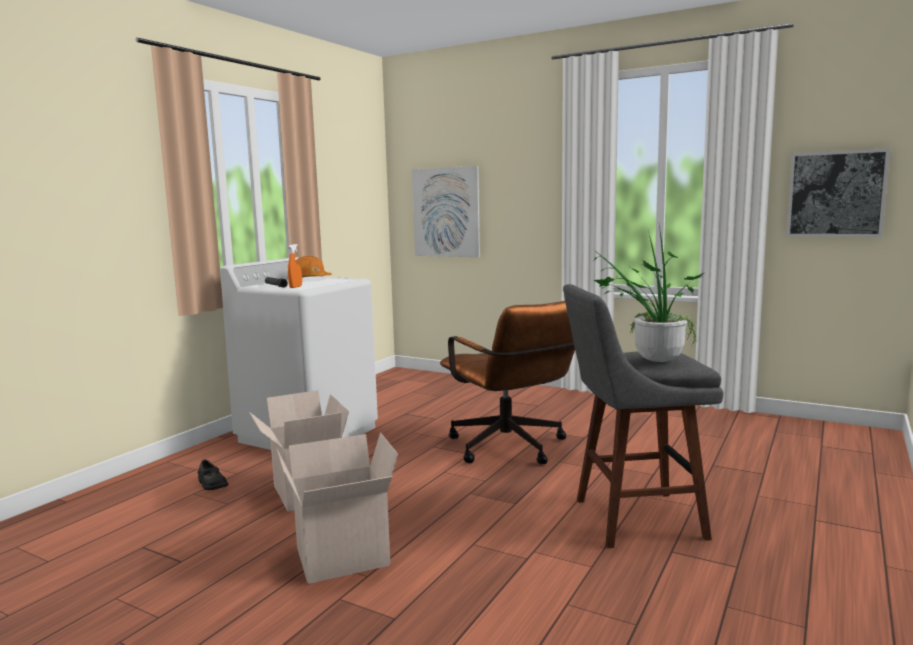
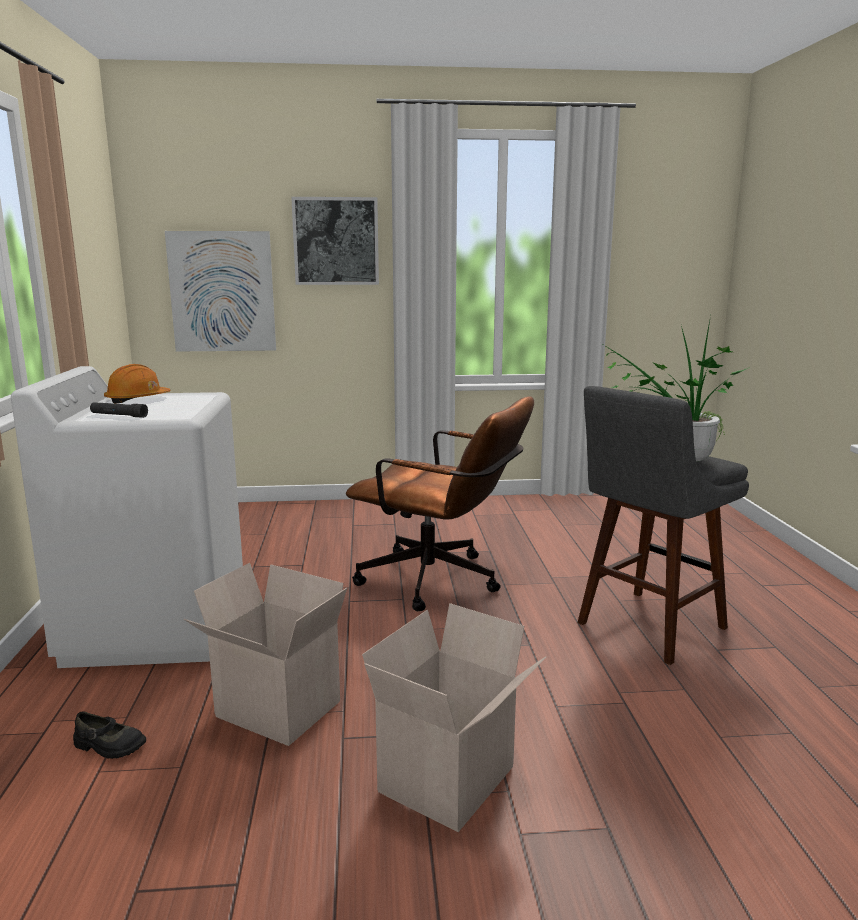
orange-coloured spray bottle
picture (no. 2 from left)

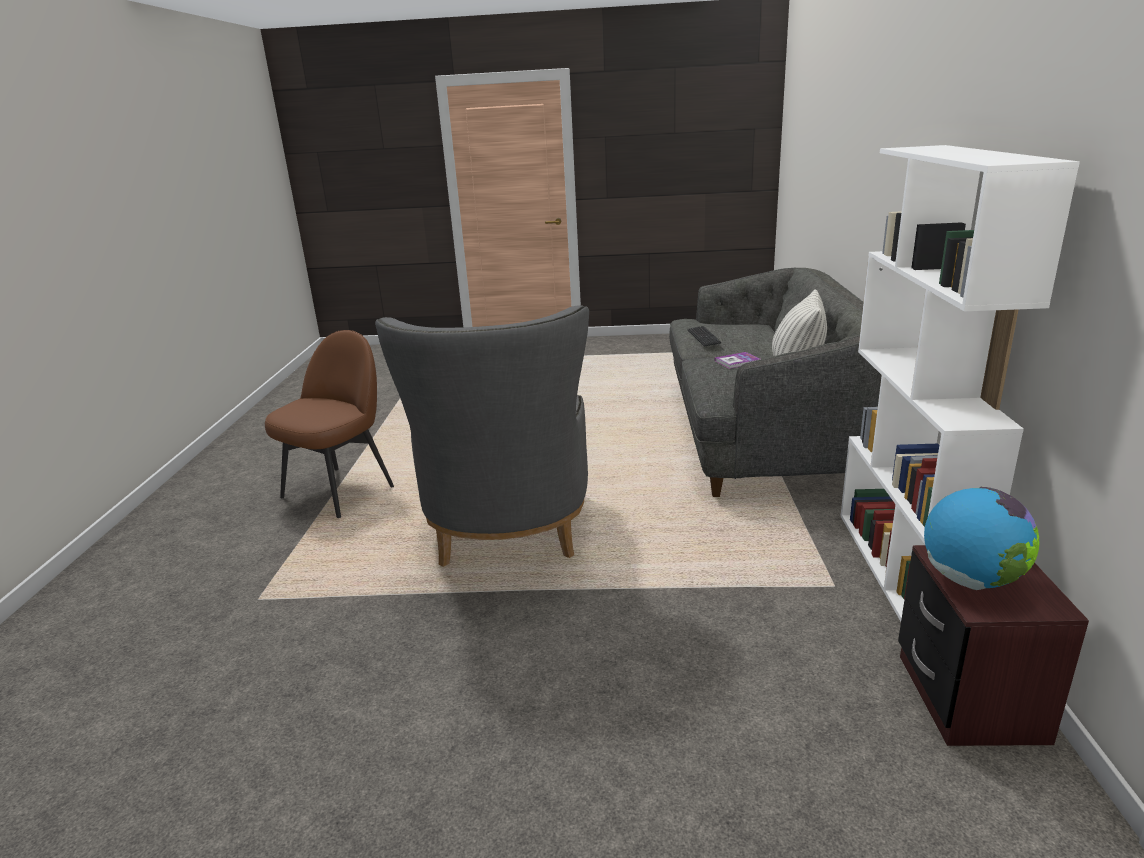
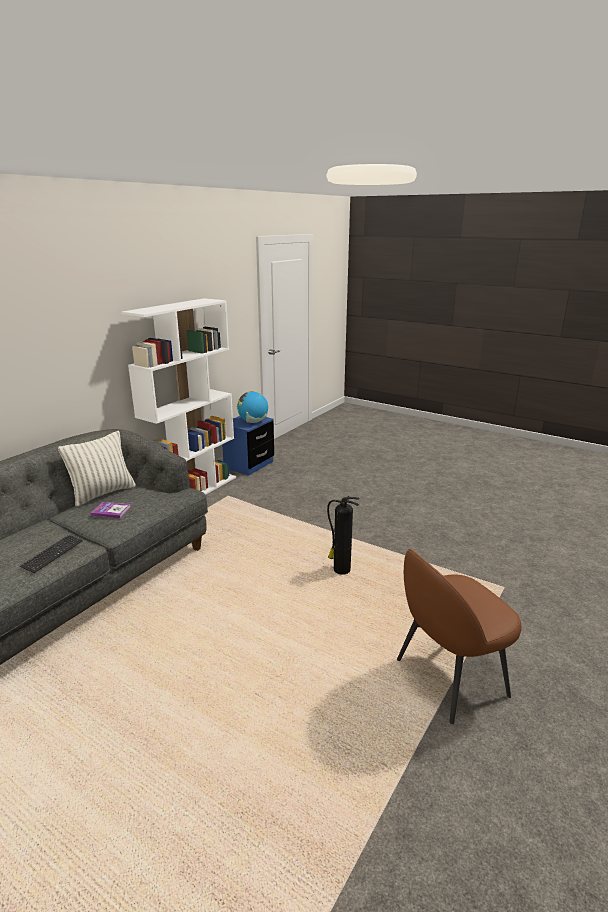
fire extinguisher
bluish night table

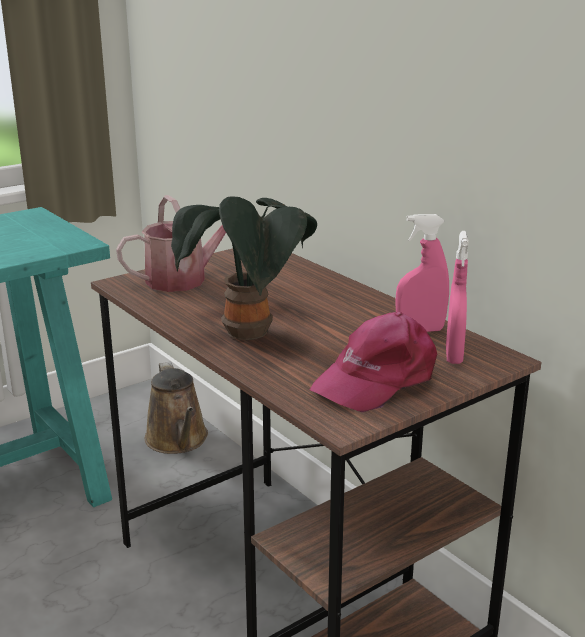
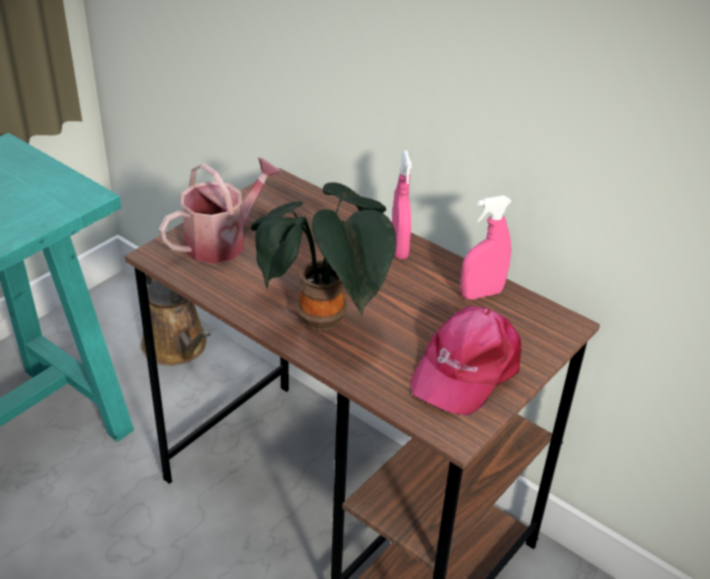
pink spray bottle (no. 1 from left)

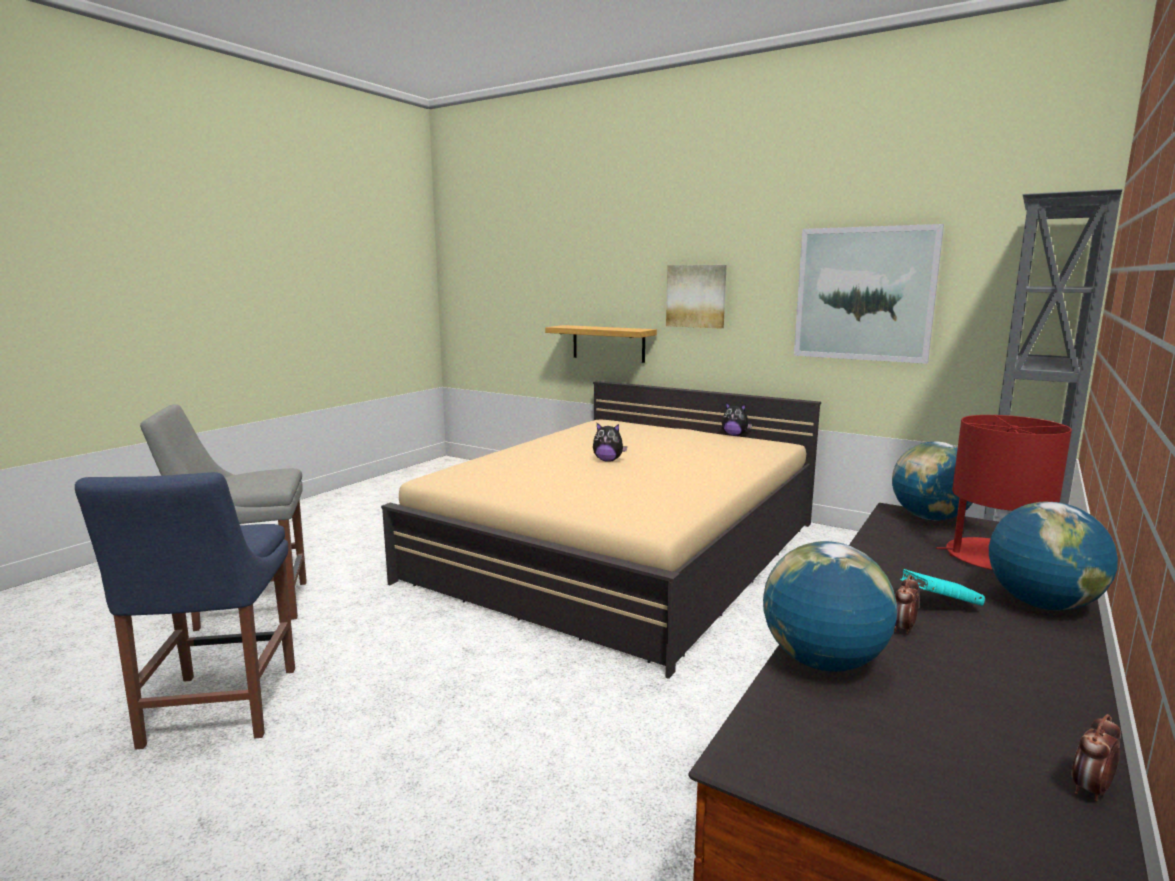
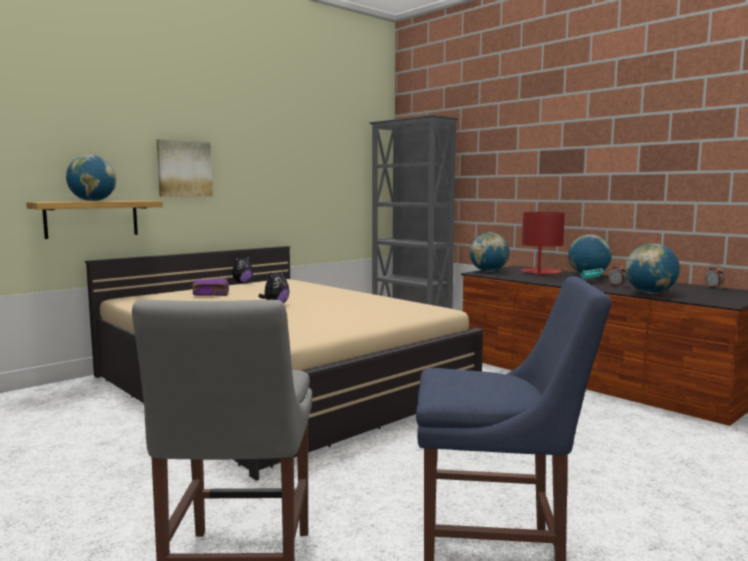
picture (no. 2 from left in the first image)
globe (no. 1 from left)
purplish bound book

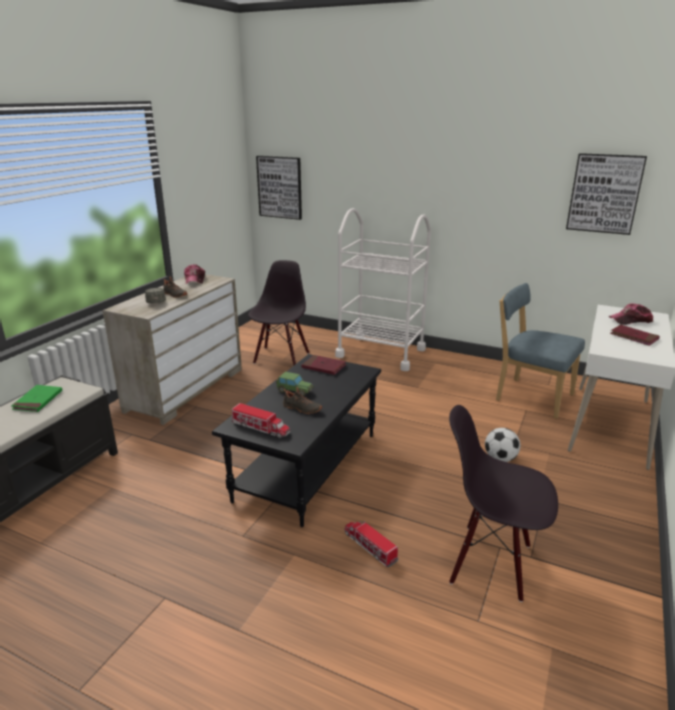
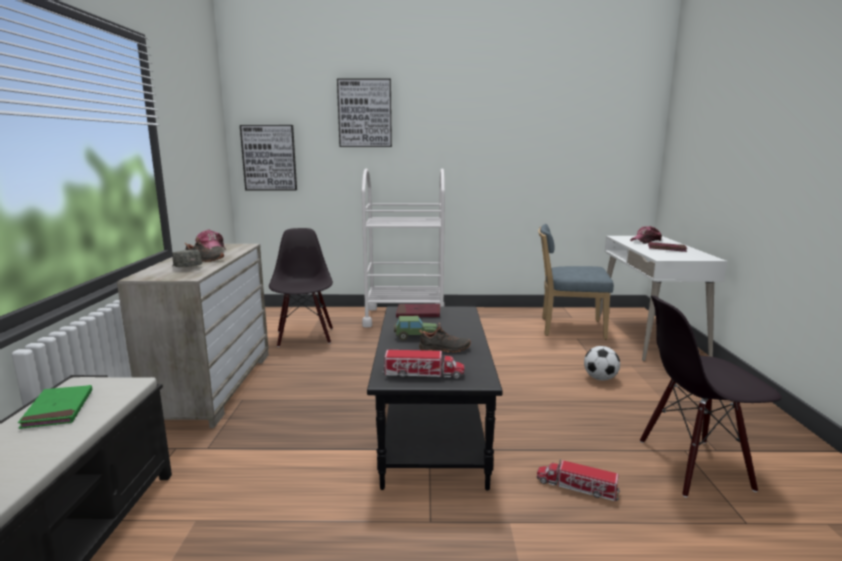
picture (no. 2 from left)

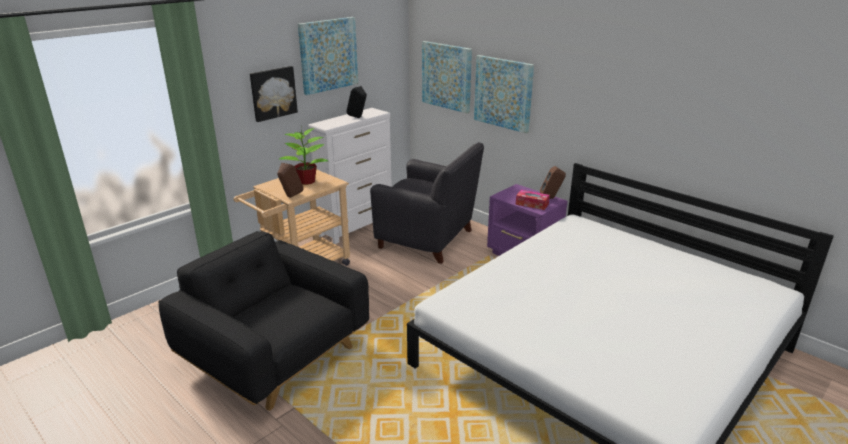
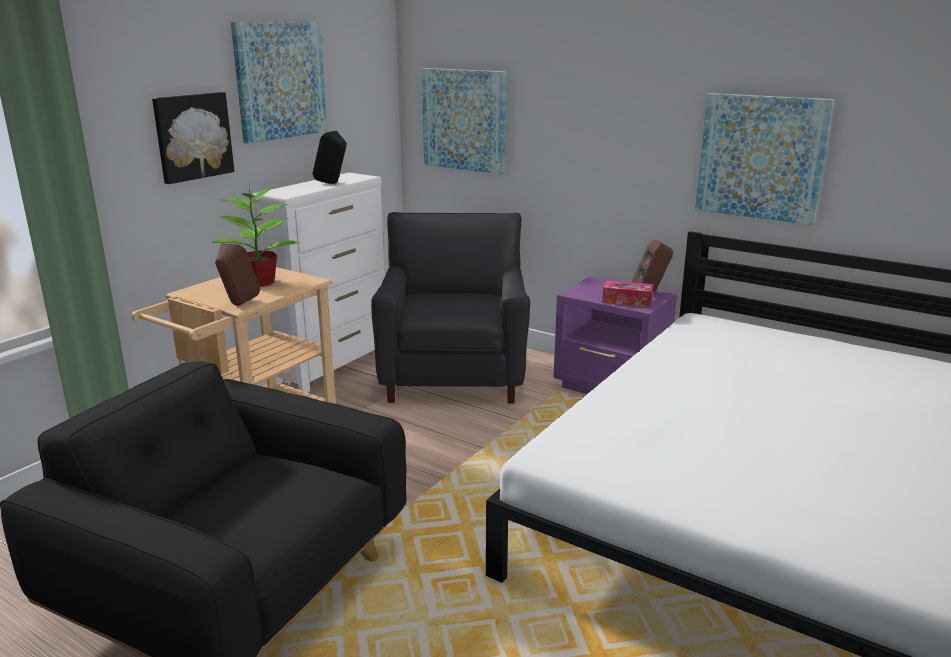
blackish easy chair (no. 2 from left)
picture (no. 4 from left)

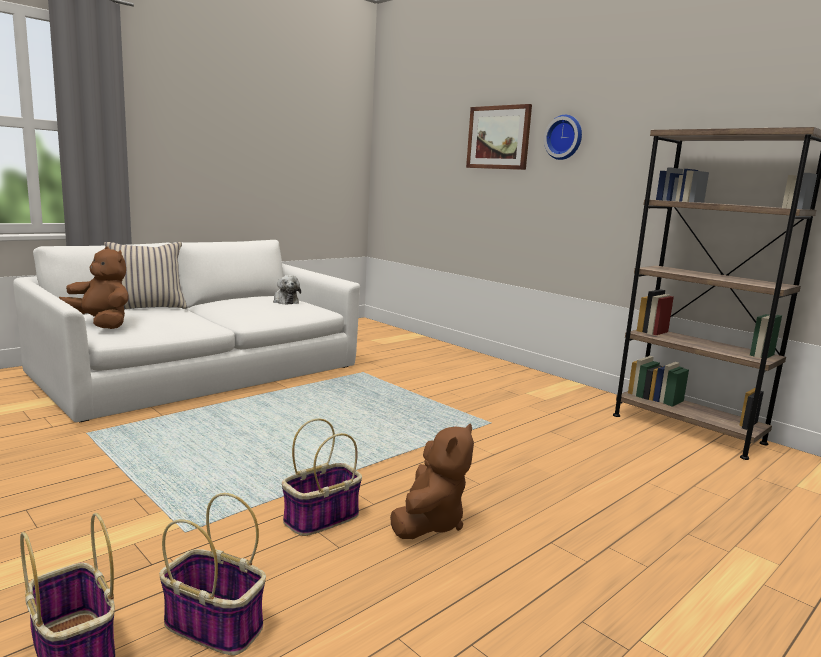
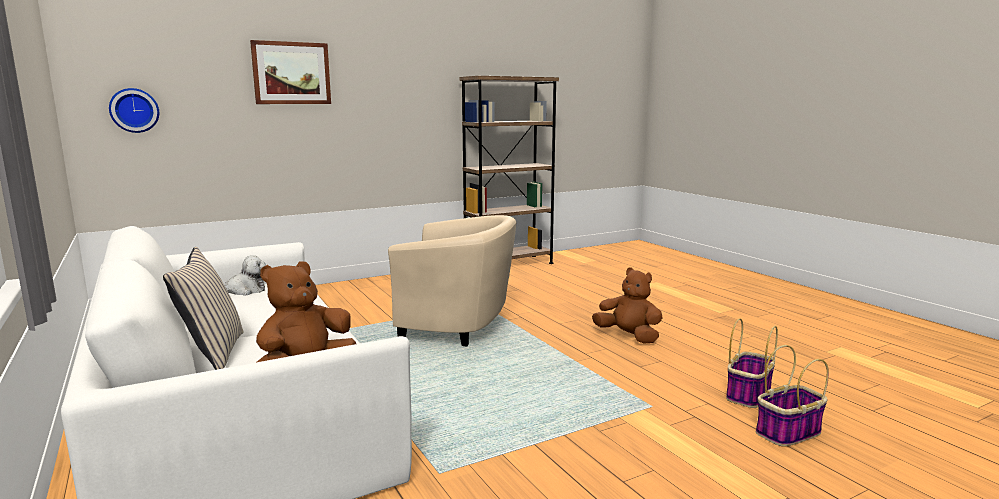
basket (no. 3 from left in the first image)
wall clock
beige-coloured easy chair

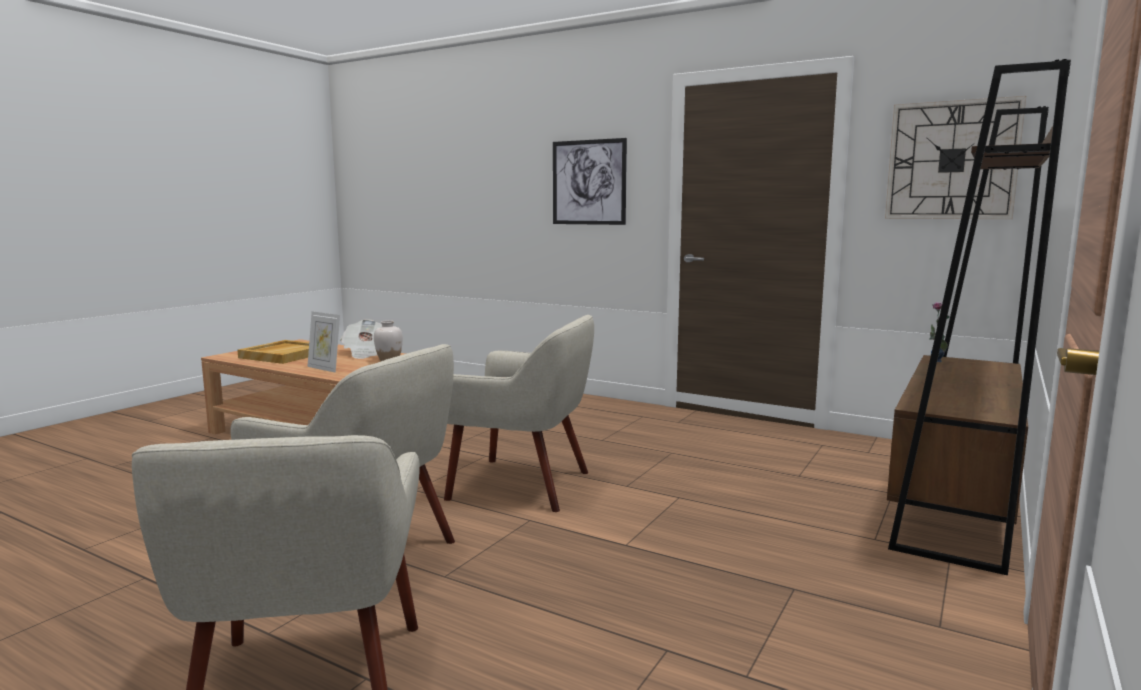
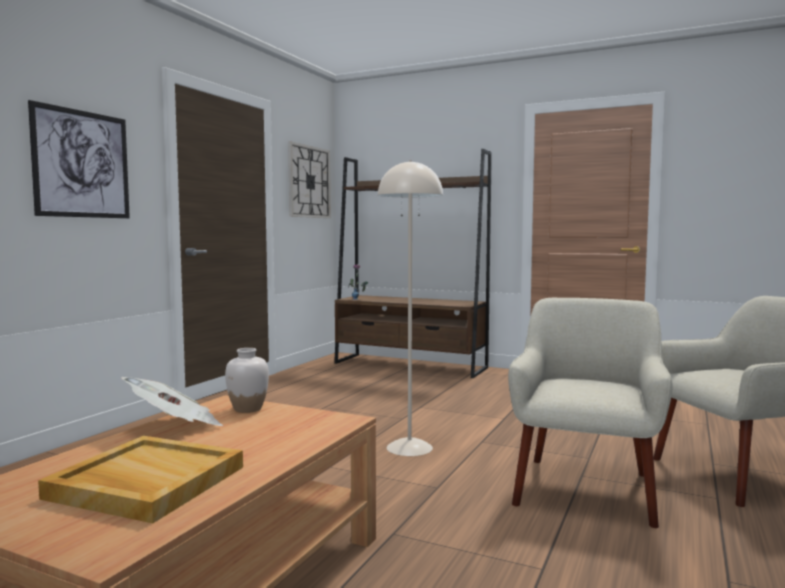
picture frame
beige-coloured standard lamp

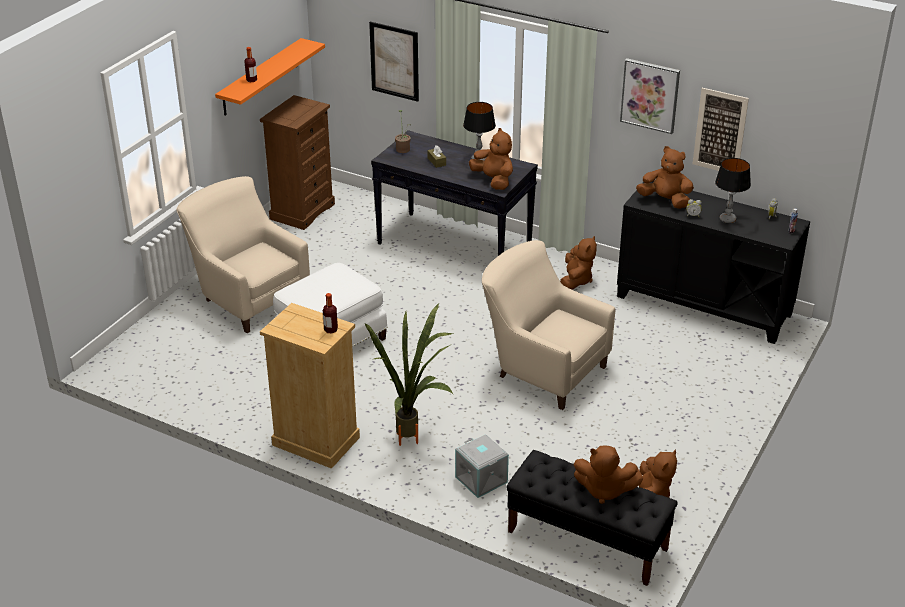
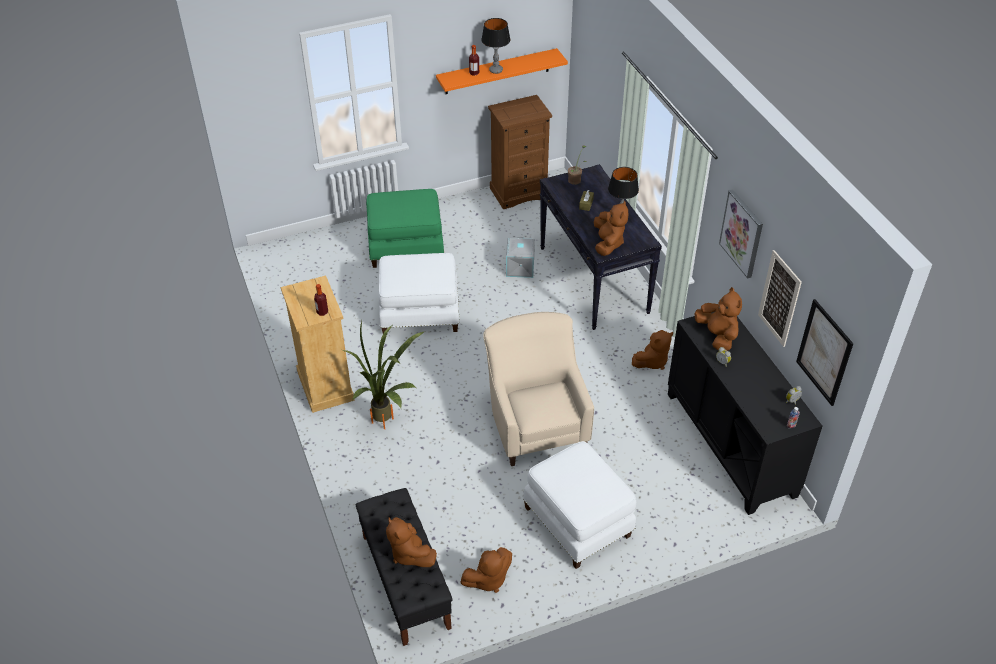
green-coloured ottoman
picture (no. 3 from left)
gray storage box
lamp for a table (no. 1 from left)
white-coloured ottoman (no. 2 from left)

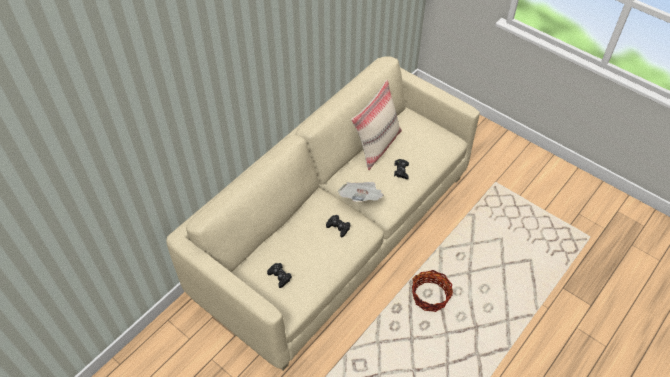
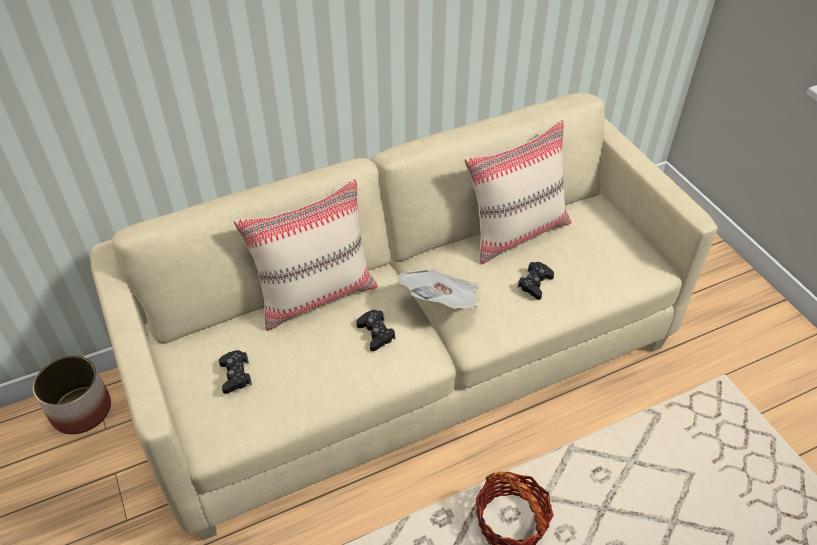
flower pot
beige-coloured pillow (no. 1 from left)

